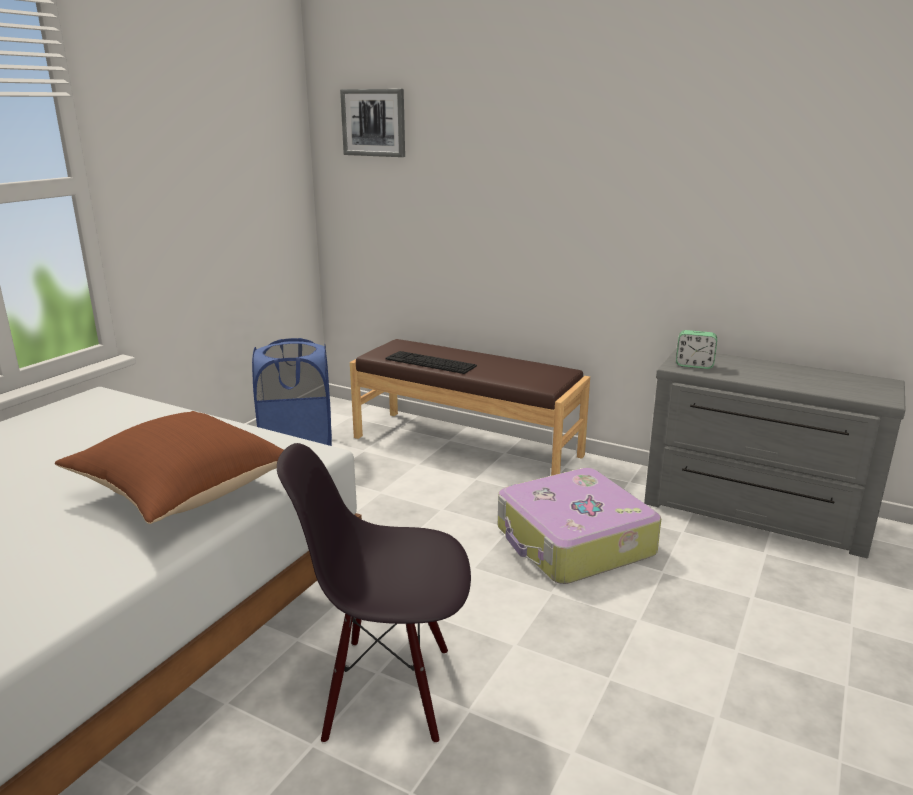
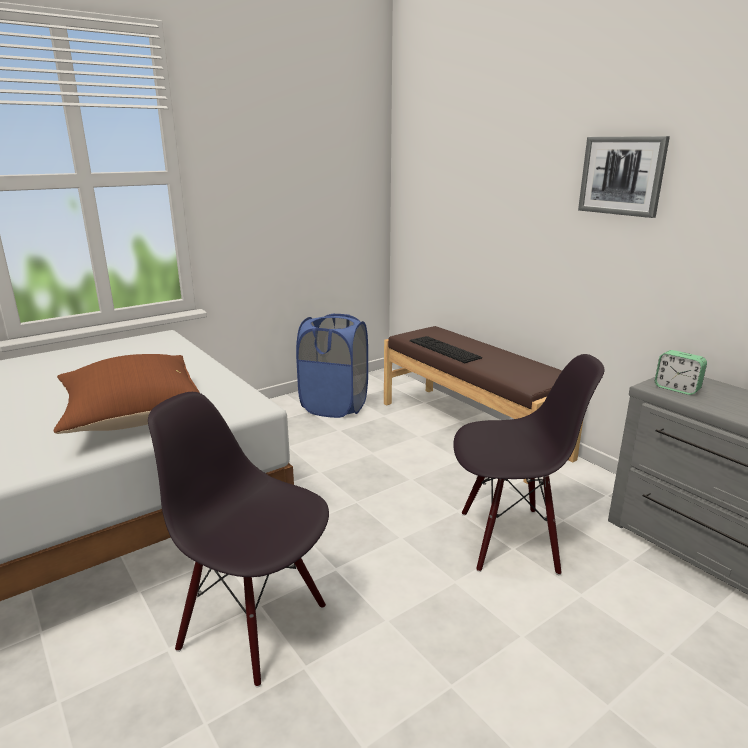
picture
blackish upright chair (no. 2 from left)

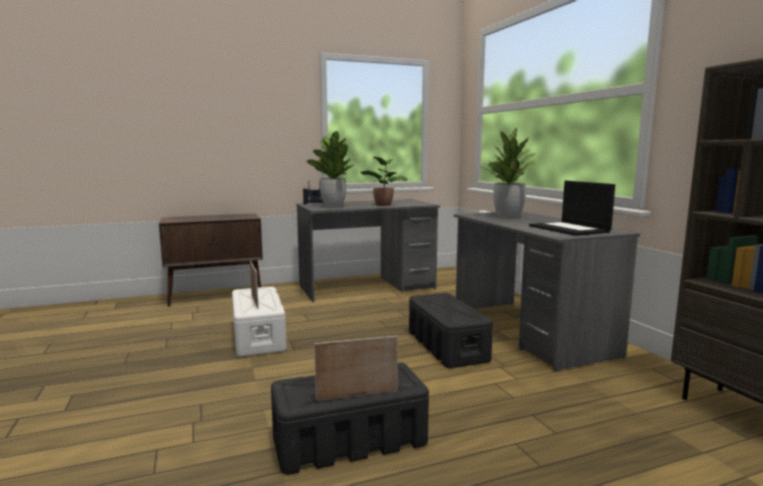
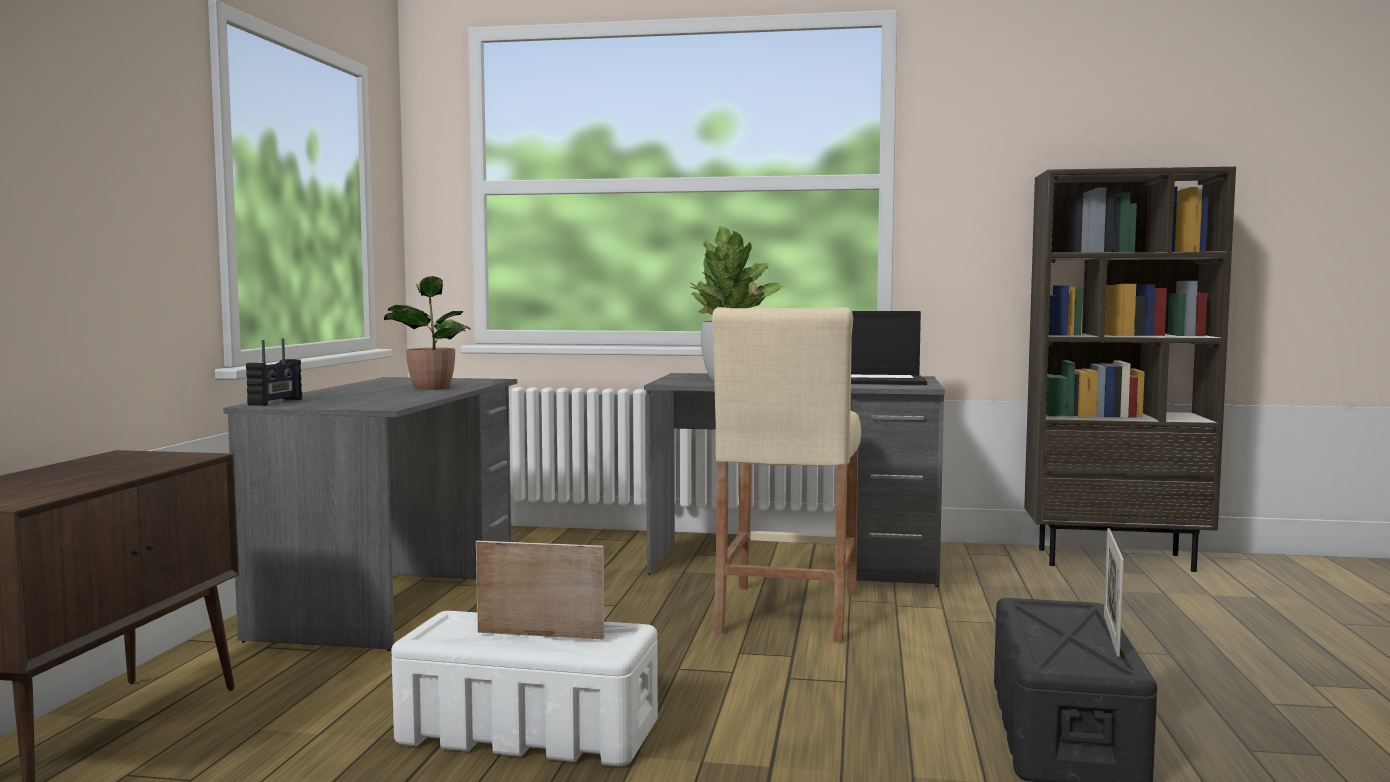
plant in a pot (no. 1 from left in the first image)
beige-coloured sitting stool

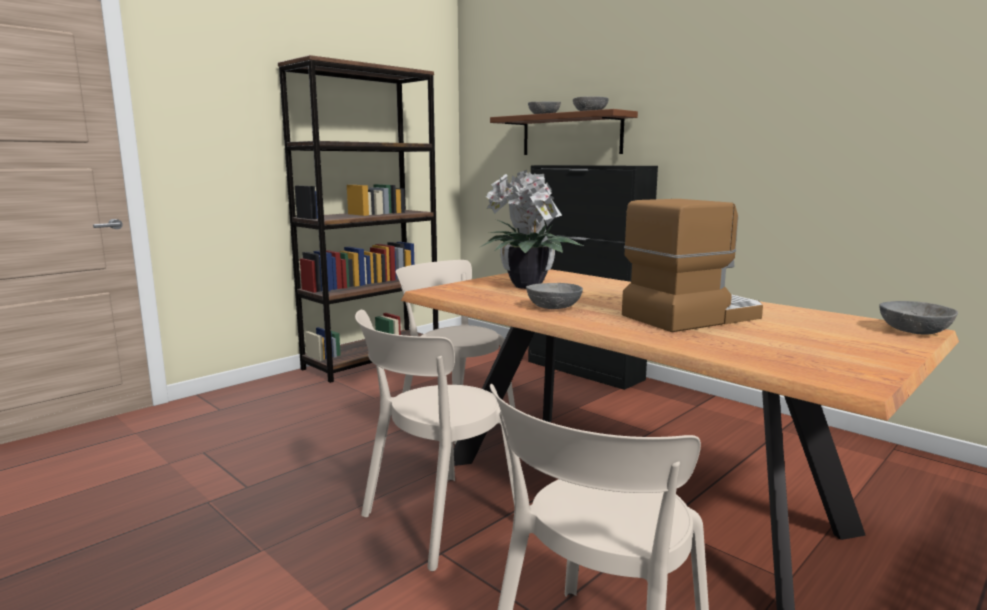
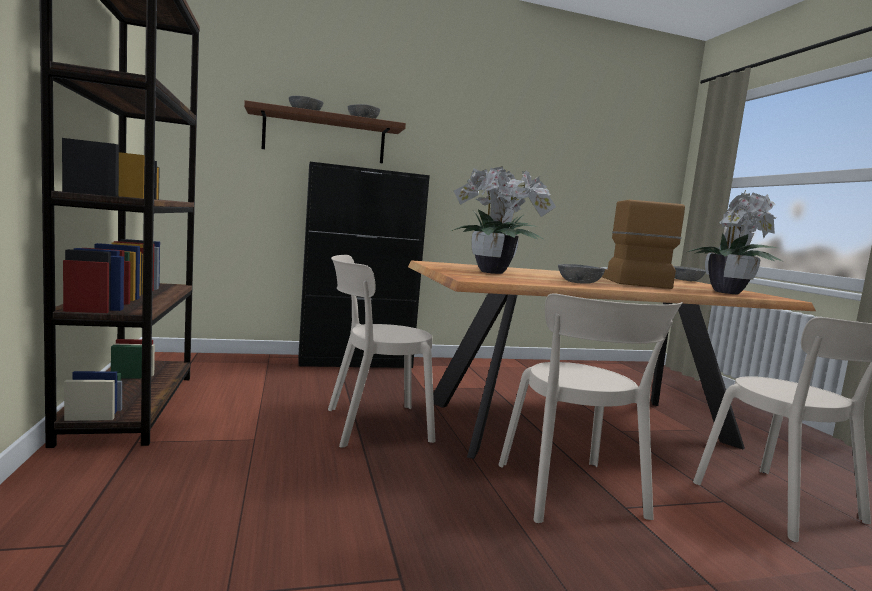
plant in a pot (no. 2 from left)

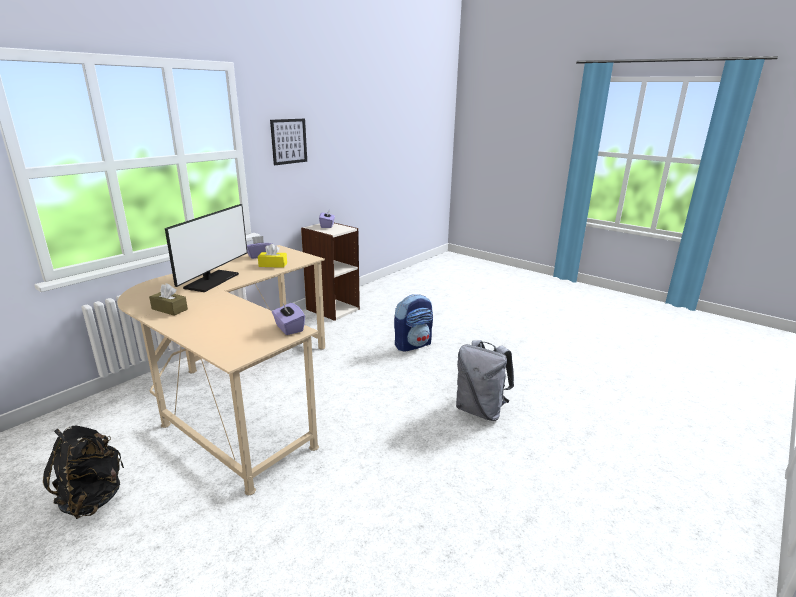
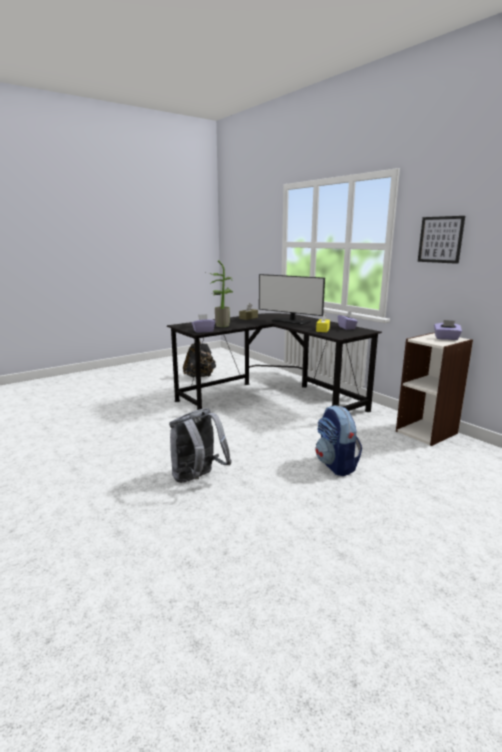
blackish desk
plant in a pot

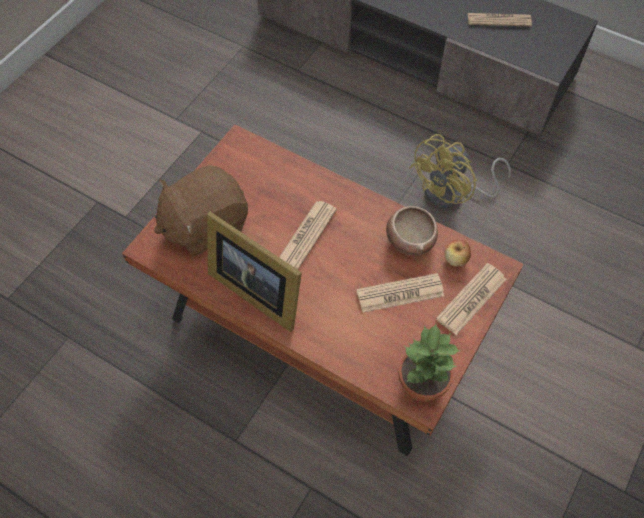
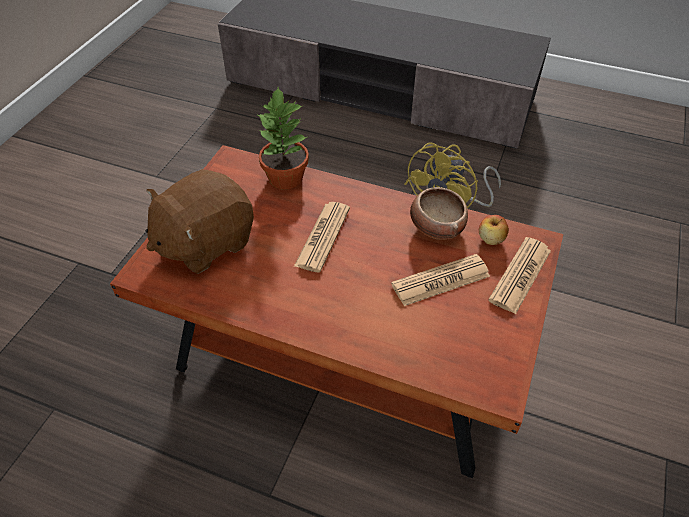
picture frame
plant in a pot
printed paper (no. 4 from left in the first image)

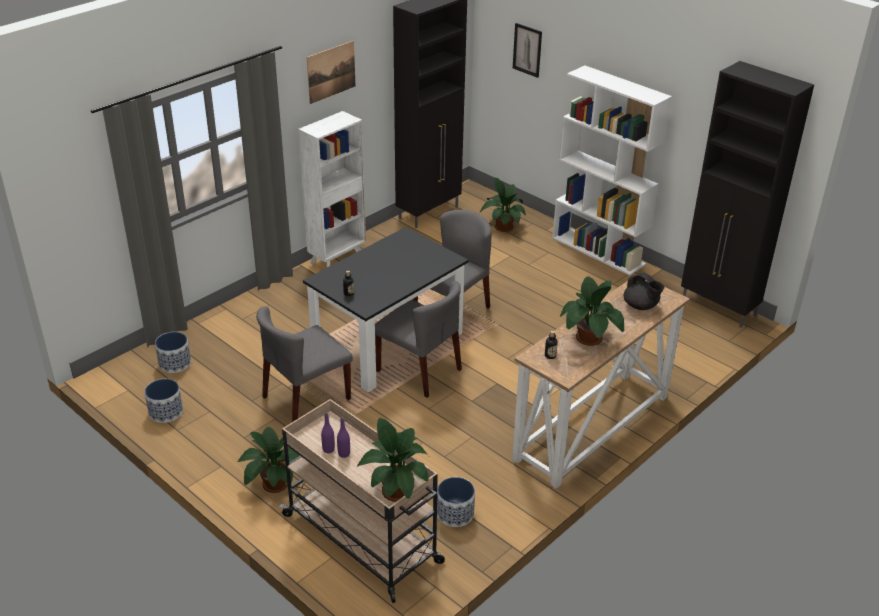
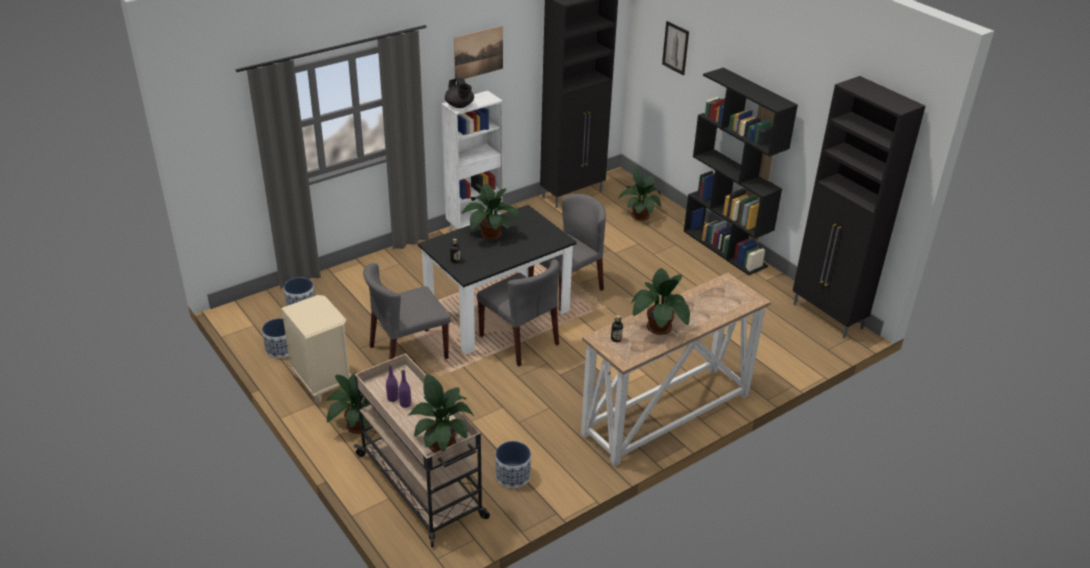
blackish bookcase
blackish pot for tea
beige-coloured night table
plant in a pot (no. 3 from left)

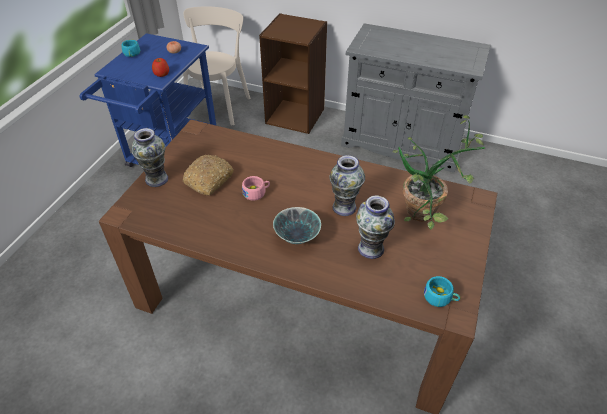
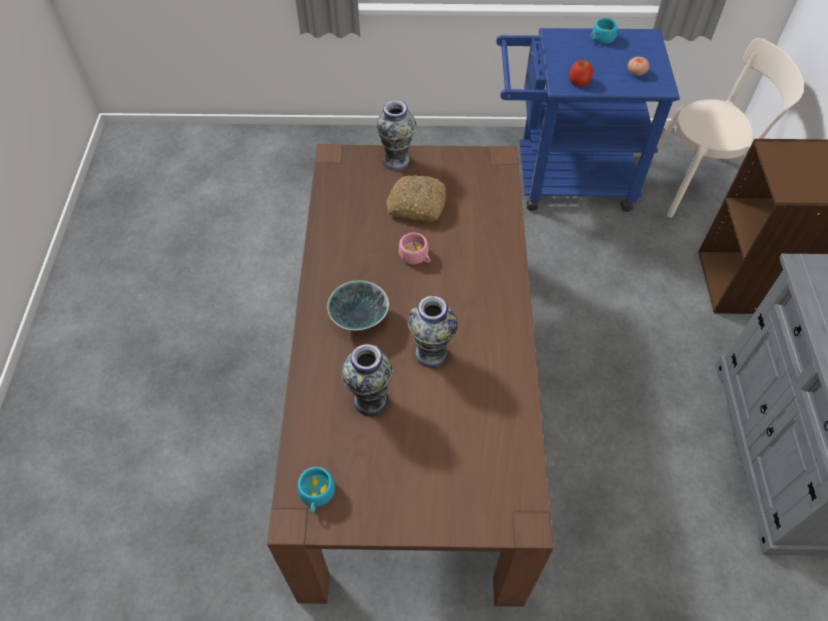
plant in a pot

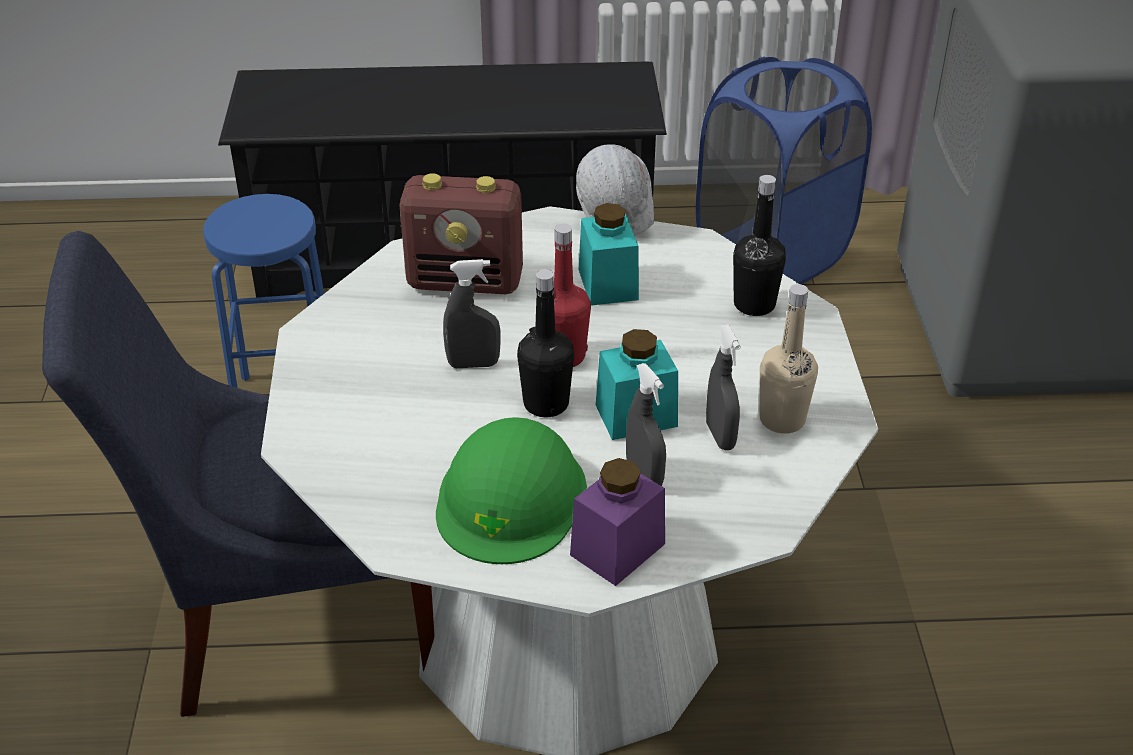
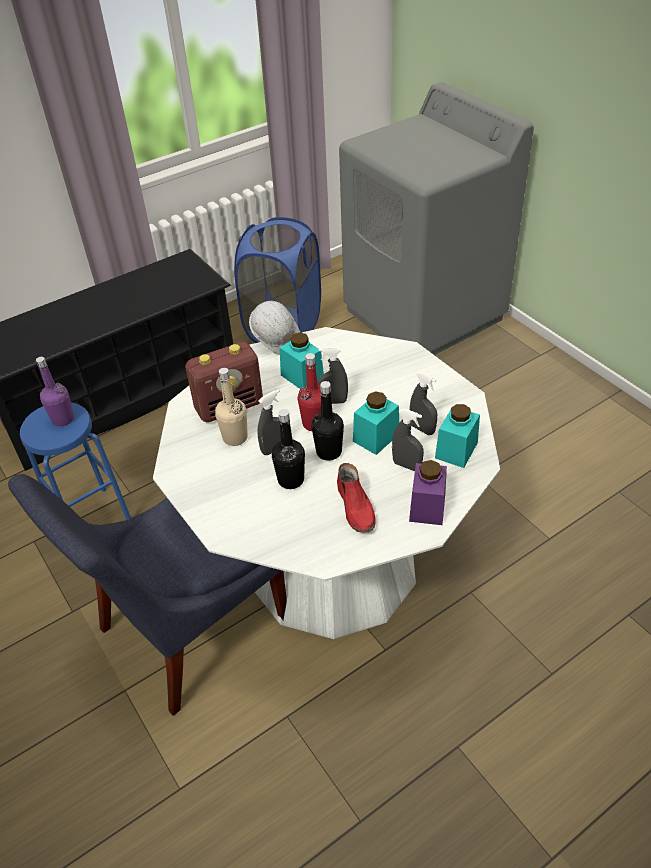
red shoe
blackish bottle (no. 1 from left)
beige-coloured bottle
purplish bottle
gray spray bottle (no. 2 from left)
turquoise-coloured preserve jar (no. 3 from left)

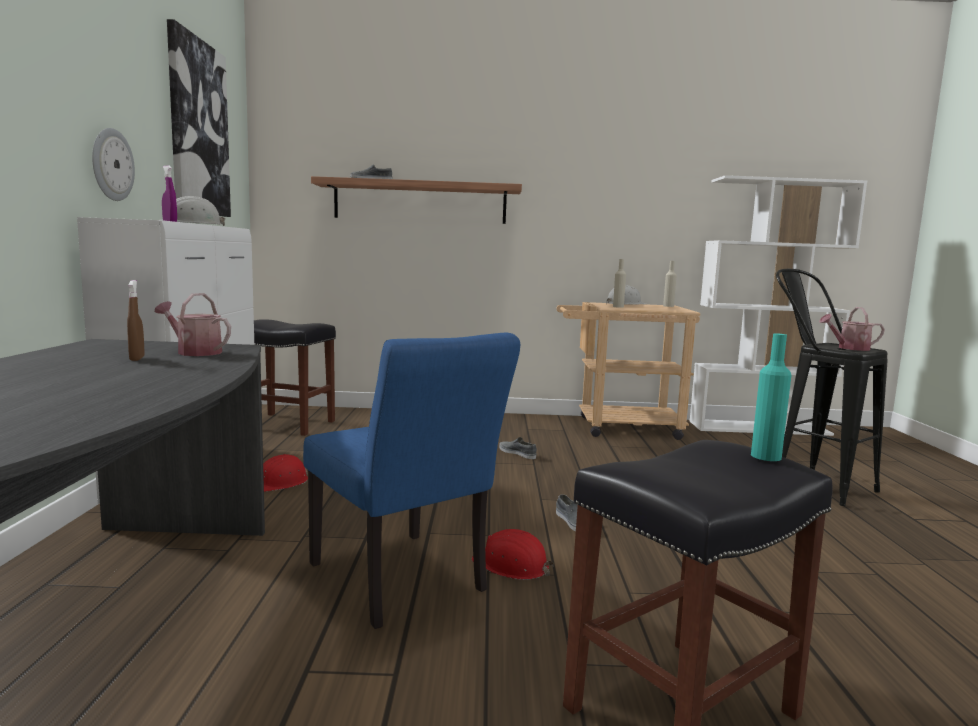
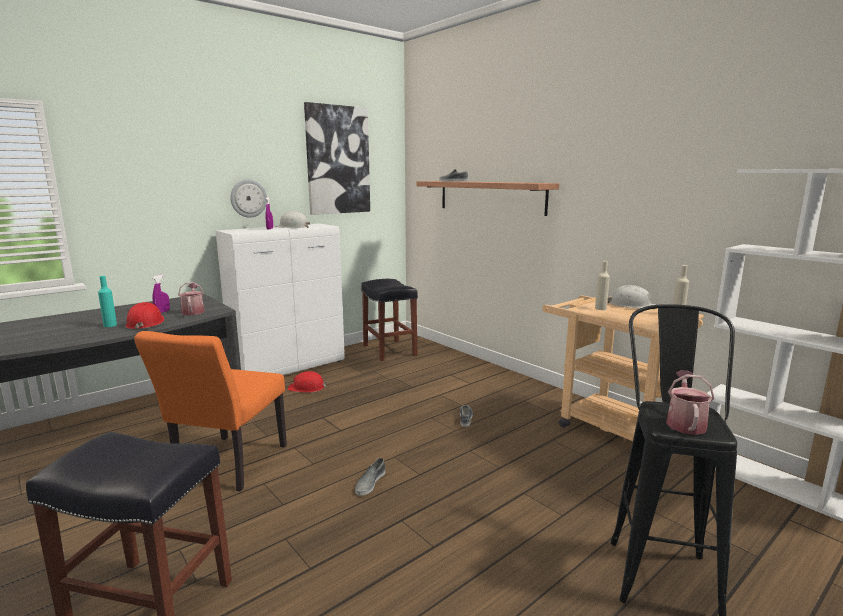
purplish spray bottle (no. 1 from left)
orange-coloured upright chair
red work helmet (no. 1 from left)
turquoise-coloured bottle
sprinkling can (no. 2 from left)

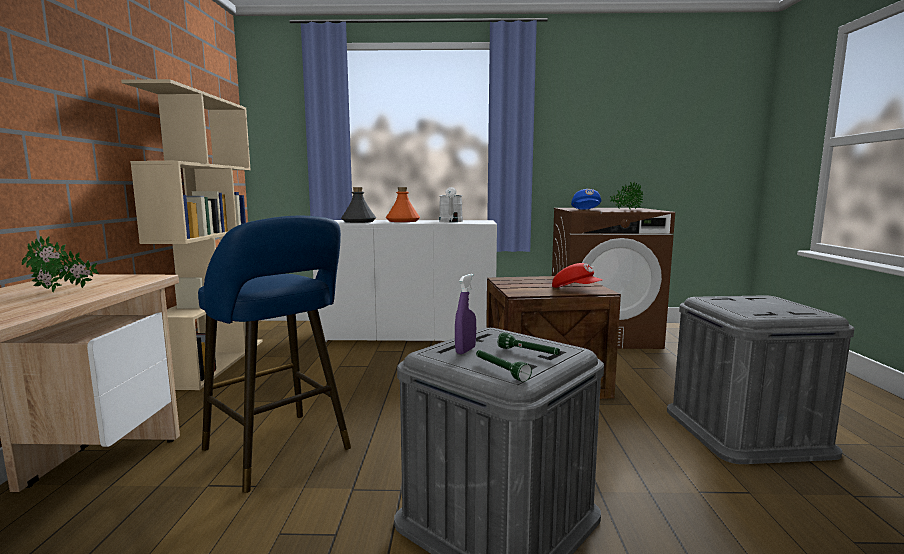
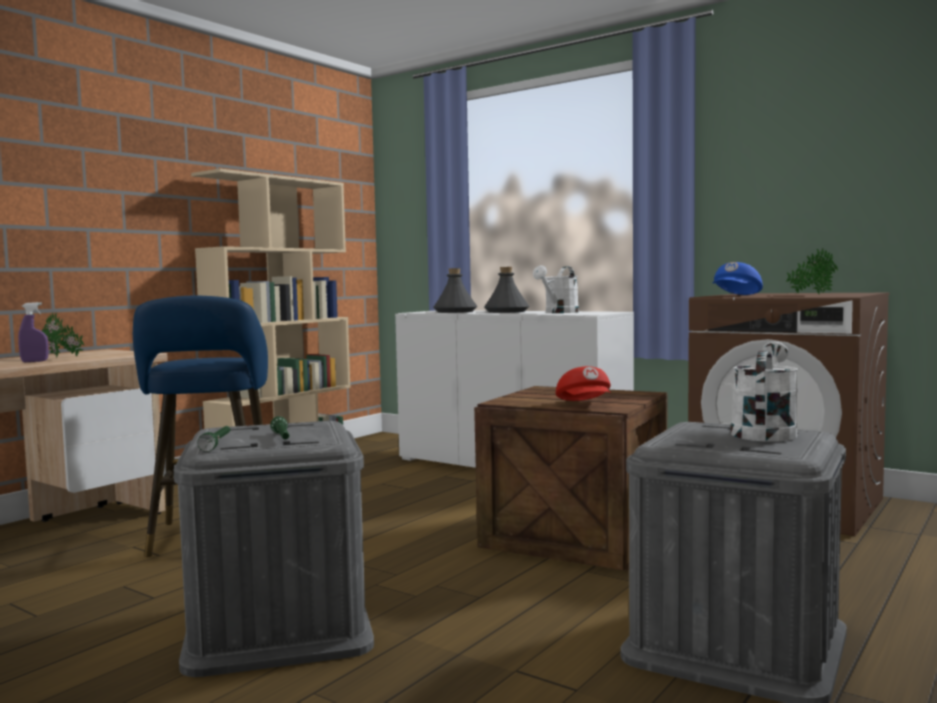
gray bottle (no. 2 from left)
purplish spray bottle
white-coloured sprinkling can (no. 2 from left)

